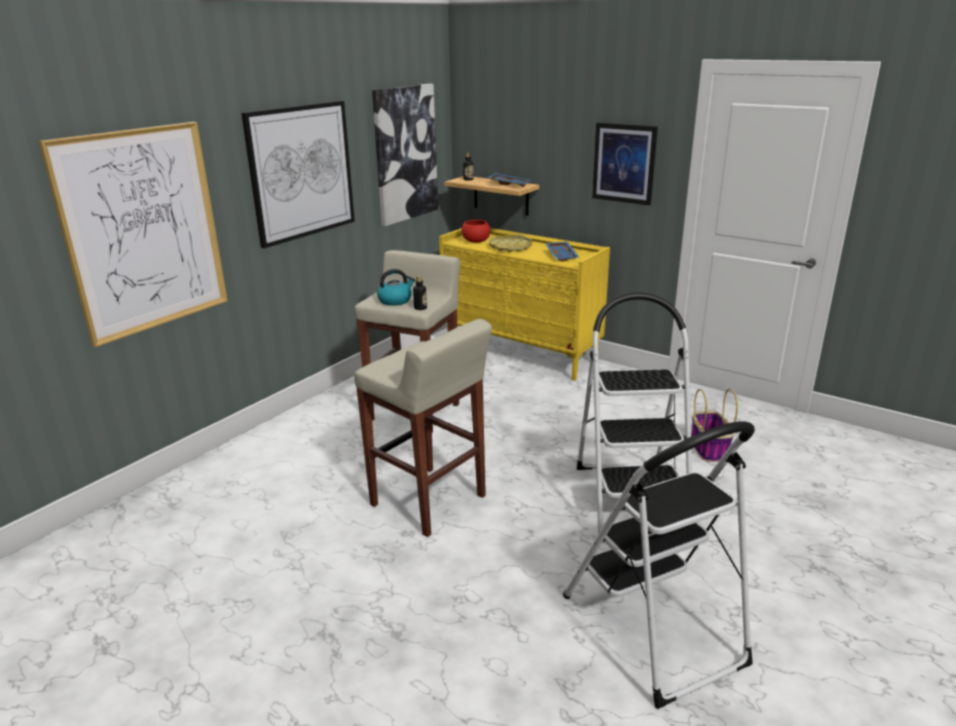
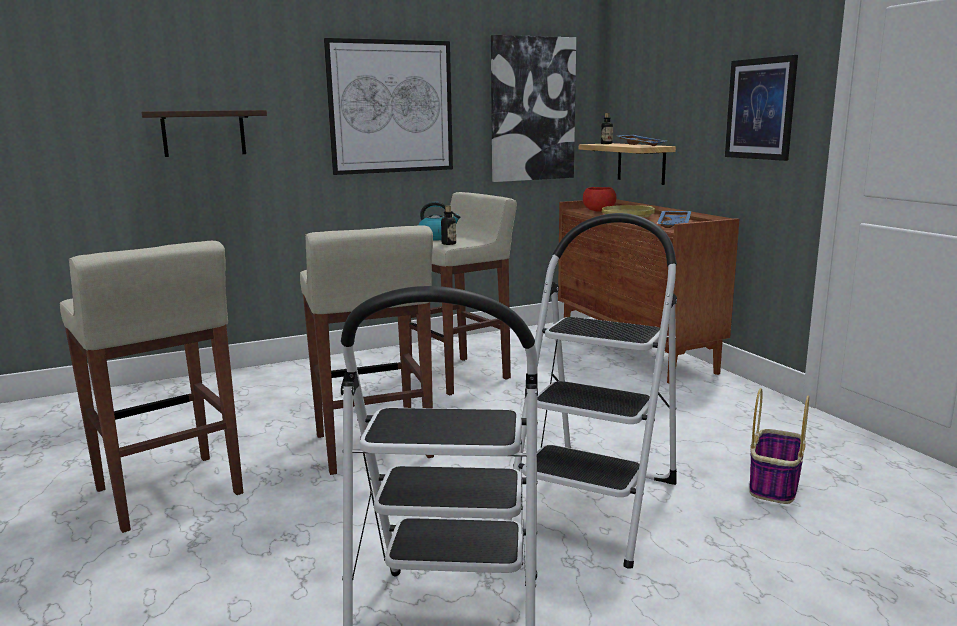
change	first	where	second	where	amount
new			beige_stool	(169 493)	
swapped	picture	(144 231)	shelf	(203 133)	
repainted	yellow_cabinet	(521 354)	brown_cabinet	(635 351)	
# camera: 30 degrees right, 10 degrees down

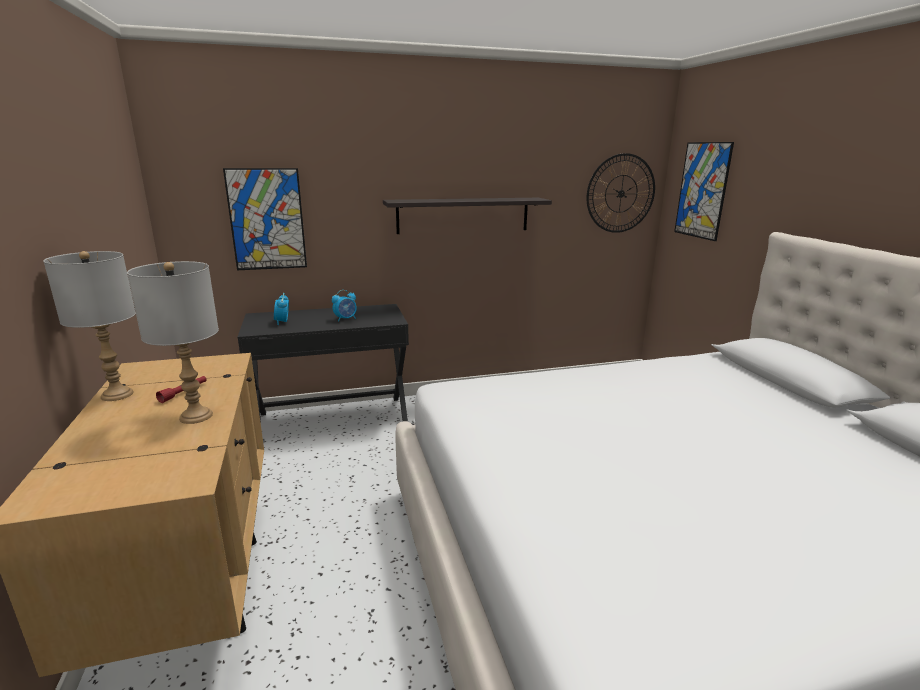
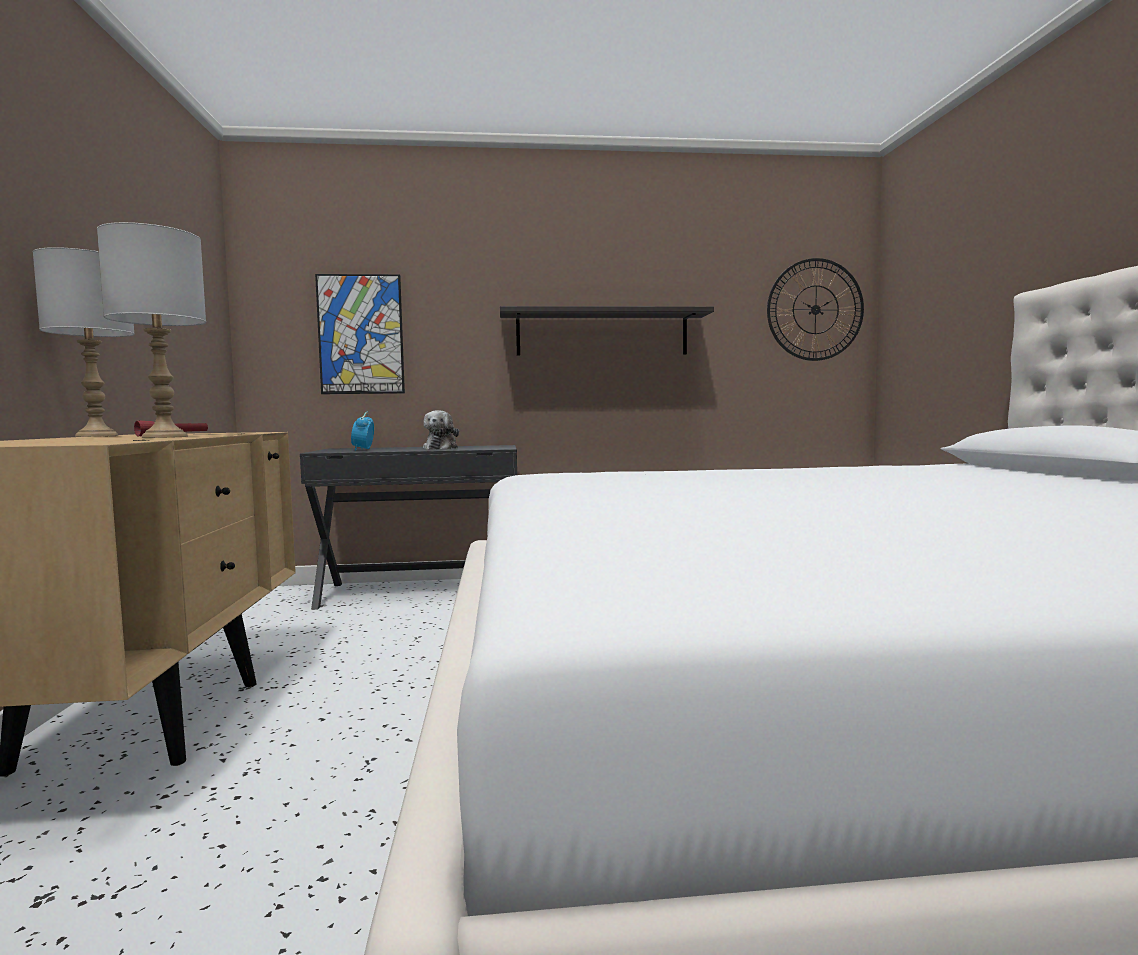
change	first	where	second	where	amount
gone	picture	(702 190)			
swapped	alarm_clock	(346 319)	plush_toy	(441 448)	
# camera: 10 degrees right, 15 degrees down

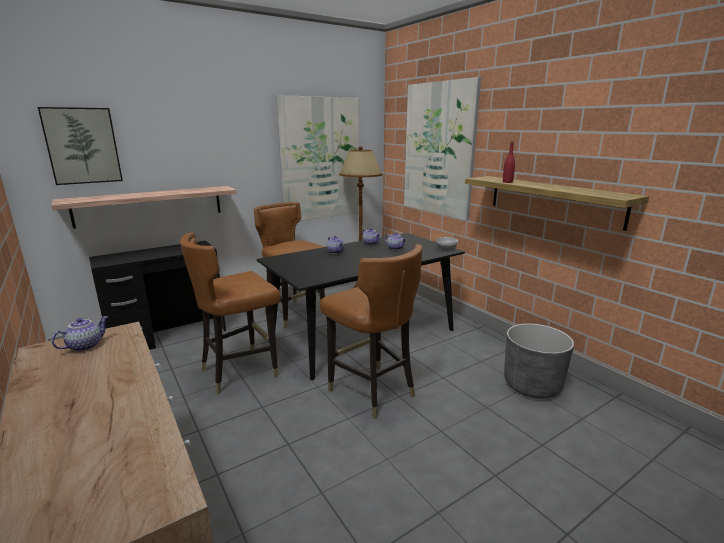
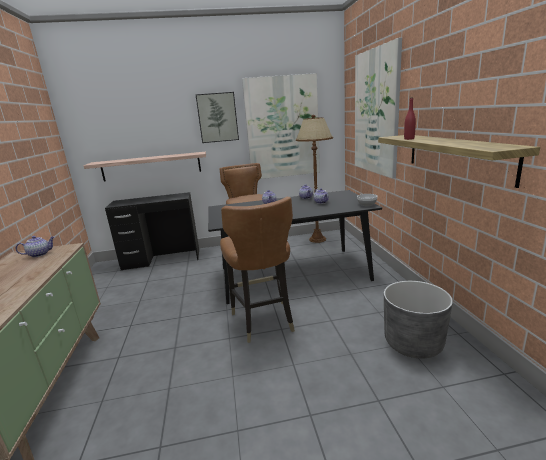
change	first	where	second	where	amount
gone	brown_chair	(240 371)			
shifted	picture	(82 146)		(217 117)	
# camera: 25 degrees right, 0 degrees up

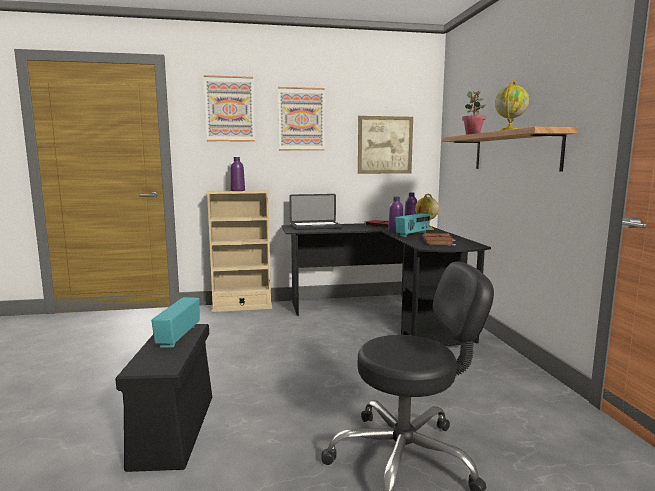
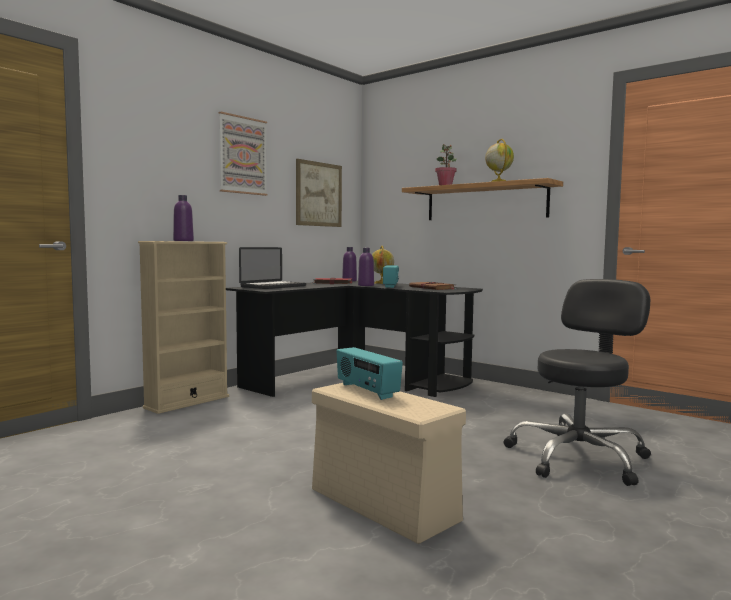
change	first	where	second	where	amount
gone	picture	(230 109)			
repainted	black_storage_box	(174 431)	beige_storage_box	(385 505)	
# camera: 40 degrees left, 5 degrees down

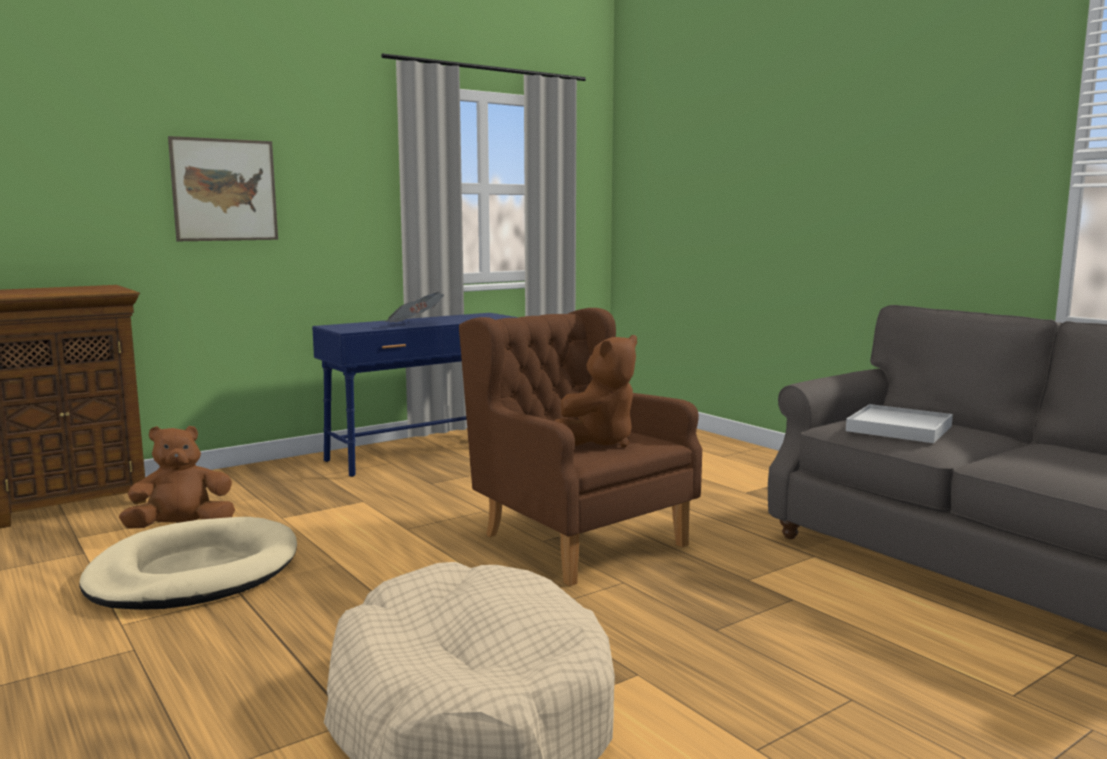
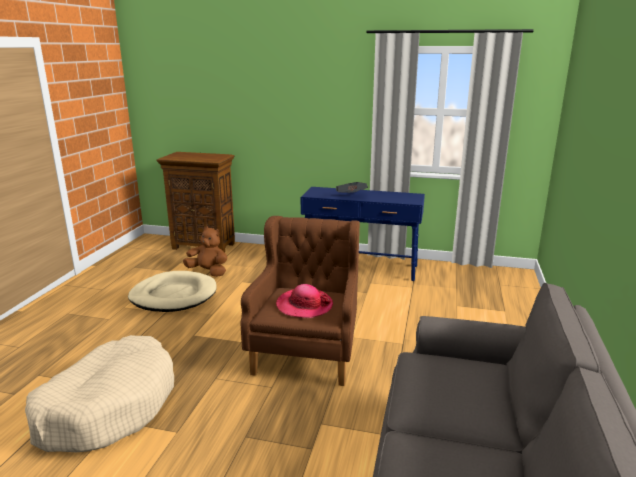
change	first	where	second	where	amount
gone	picture	(224 190)			
gone	white_tray	(899 428)			
swapped	brown_plush_toy	(598 442)	hat	(304 305)	
# camera: 50 degrees right, 10 degrees up

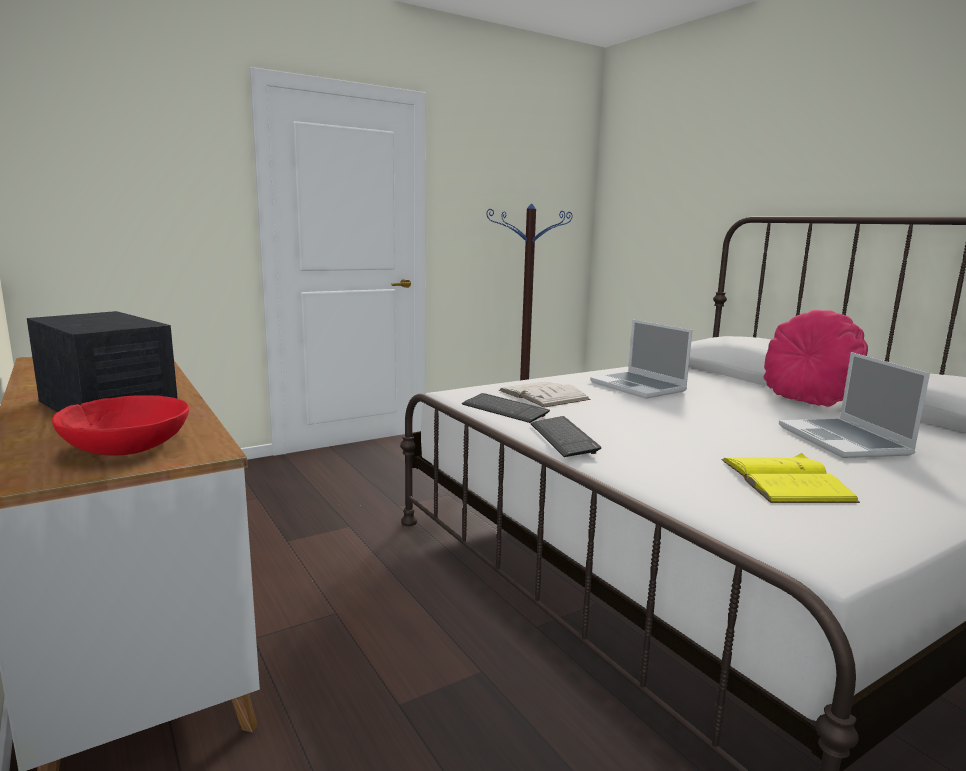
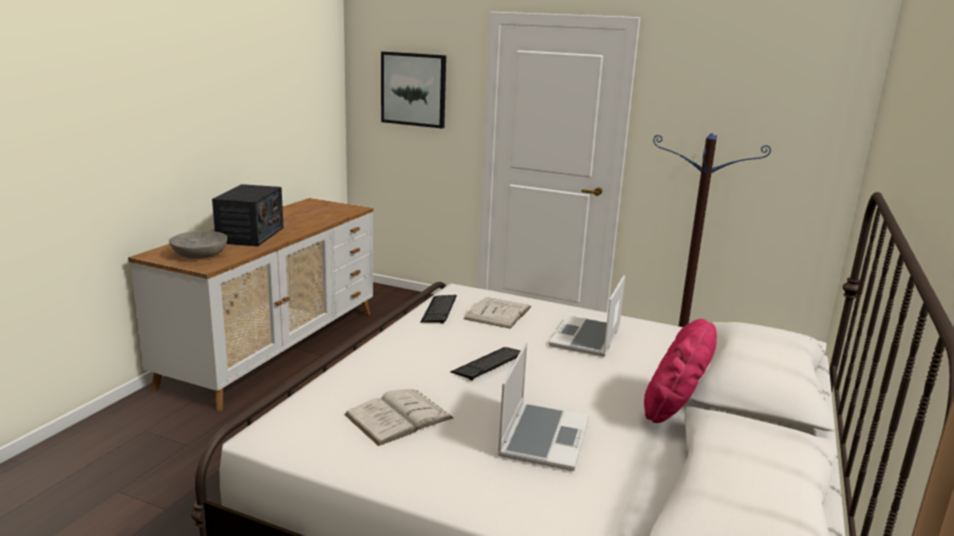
change	first	where	second	where	amount
new			picture	(414 89)	
shifted	keyboard	(563 438)		(488 364)	
repainted	red_bowl	(126 447)	grey_bowl	(199 255)	
repainted	yellow_book	(785 480)	white_book	(398 416)	
rotated	laptop	(845 441)		(543 437)	150 degrees clockwise
# camera: 55 degrees right, 5 degrees up

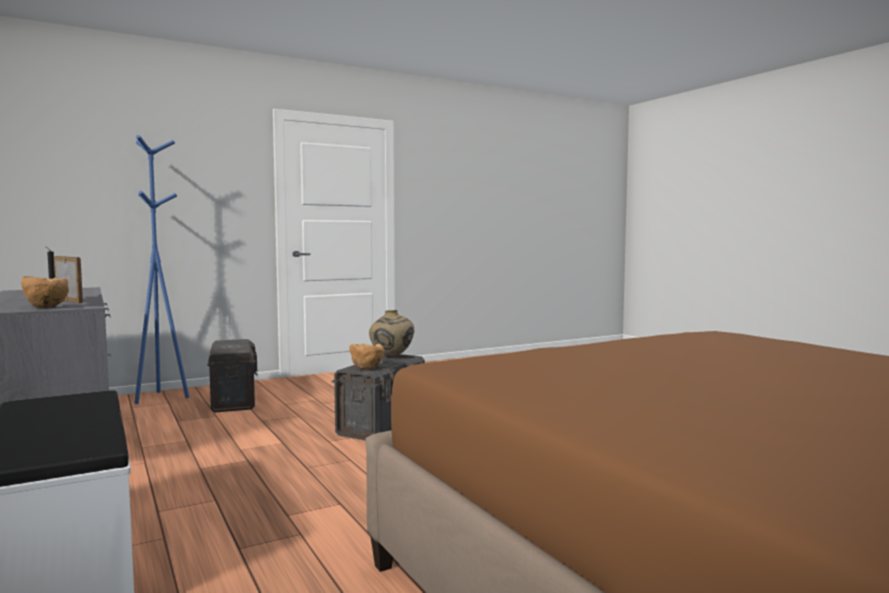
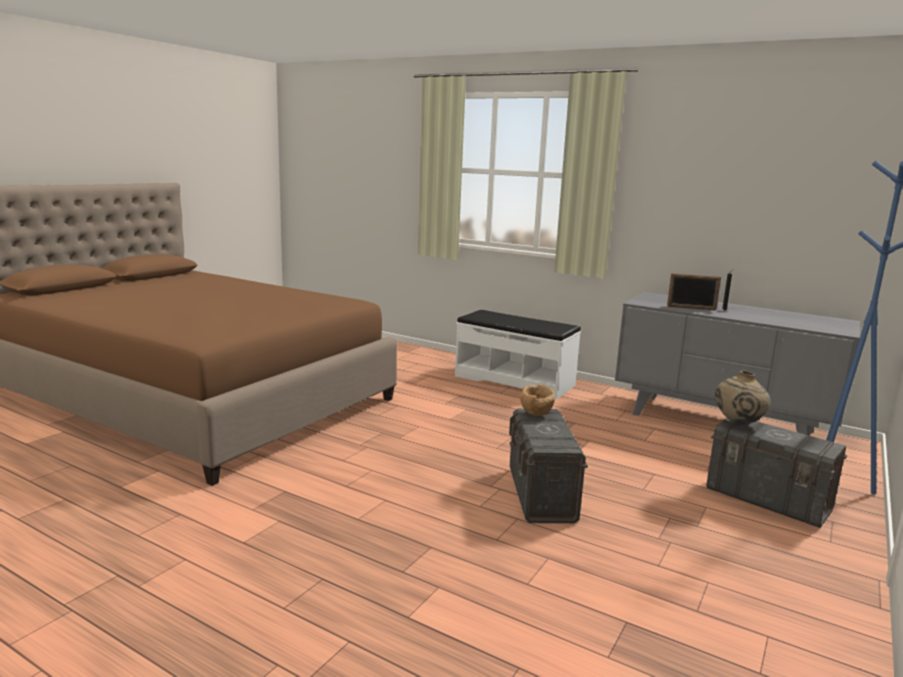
change	first	where	second	where	amount
gone	brown_bowl	(47 308)			
shifted	beige_vase	(391 357)		(737 424)	
# camera: 150 degrees right, 10 degrees up

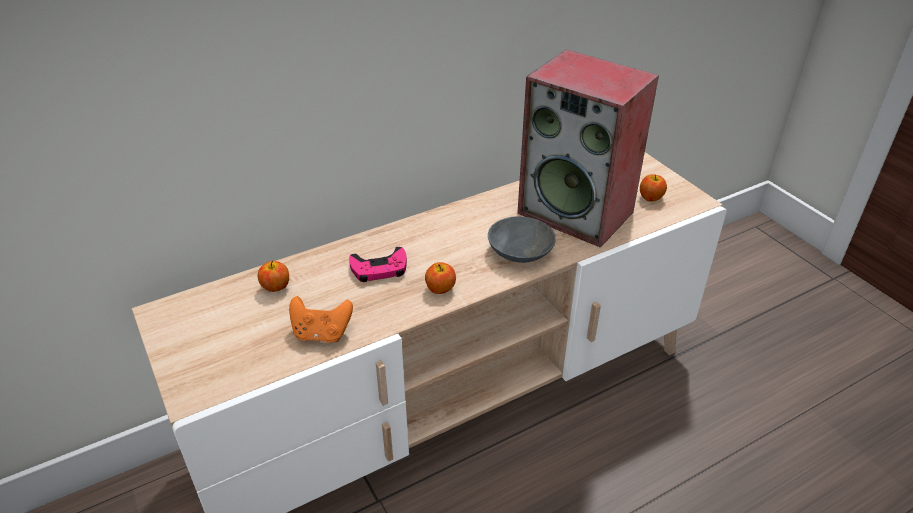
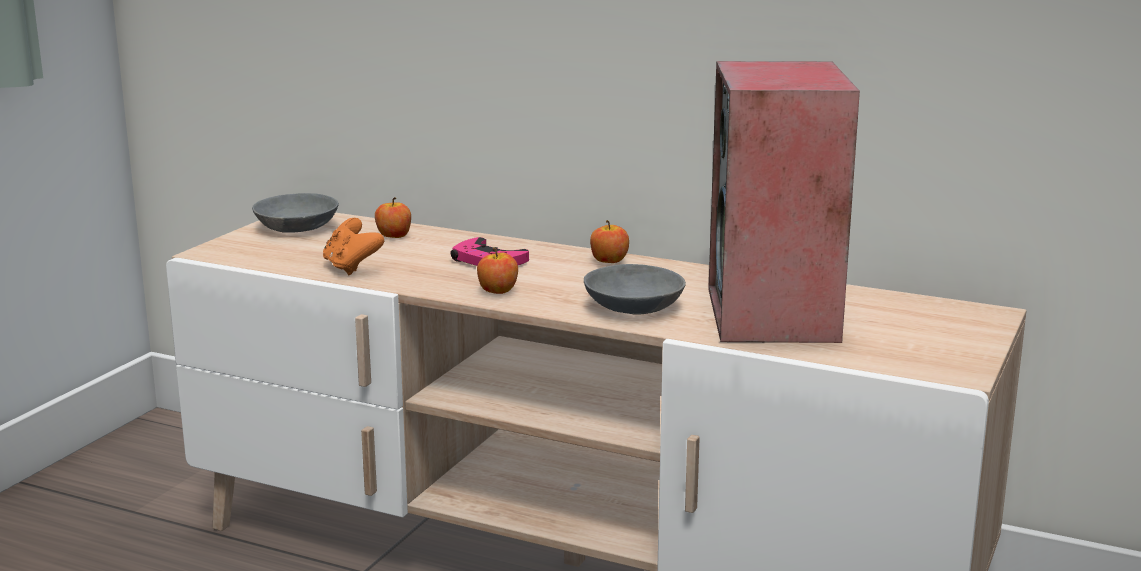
change	first	where	second	where	amount
new			grey_bowl	(295 227)	
shifted	apple	(651 198)		(609 261)	
# camera: 55 degrees right, 20 degrees down

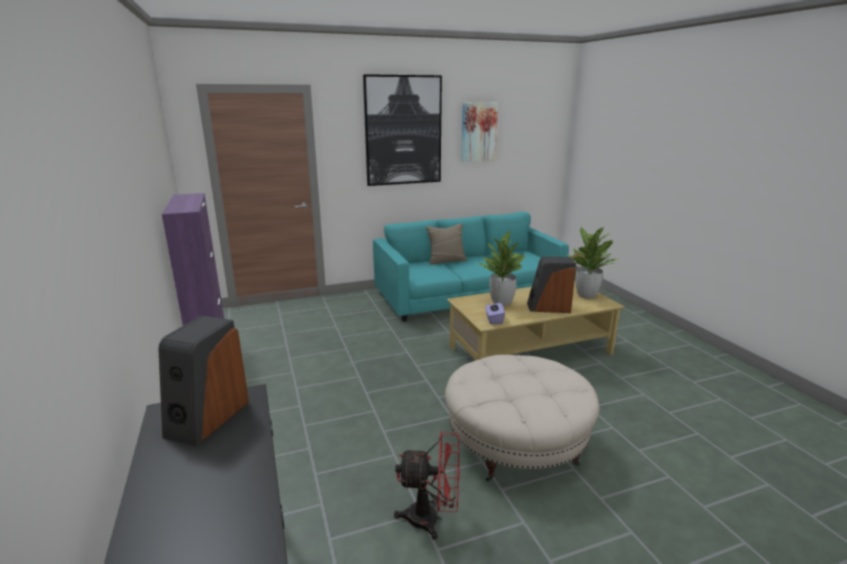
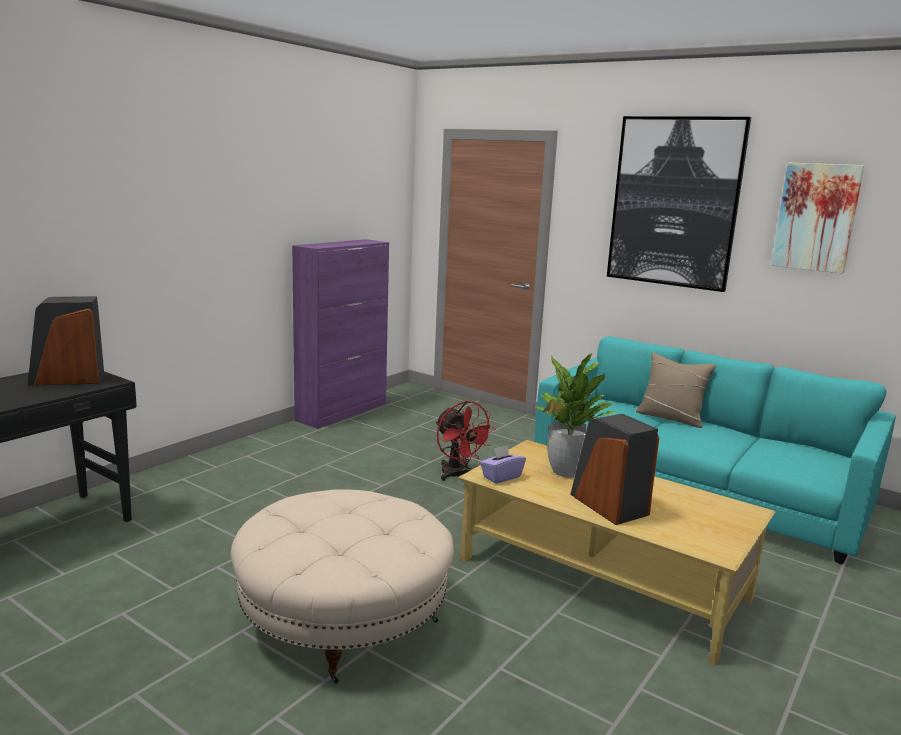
change	first	where	second	where	amount
gone	potted_plant	(586 295)			
shifted	red_fan	(432 518)		(457 475)	
# camera: 55 degrees right, 5 degrees down

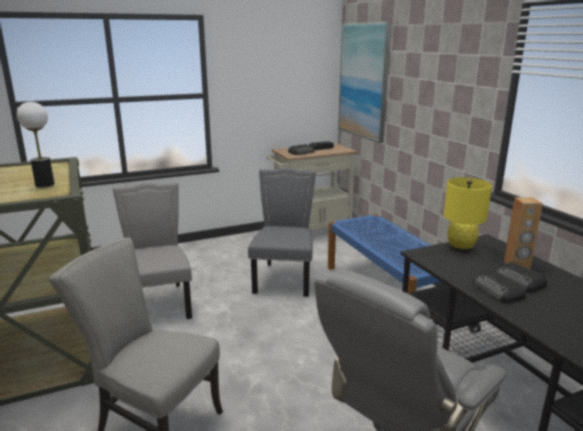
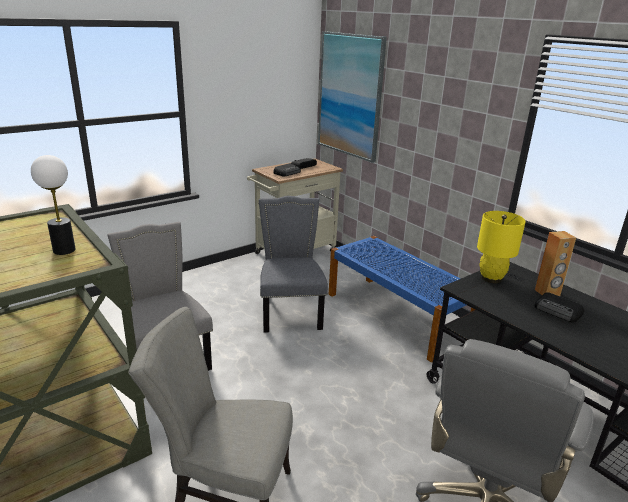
change	first	where	second	where	amount
gone	radio	(498 291)			
# camera: 15 degrees left, 5 degrees up

